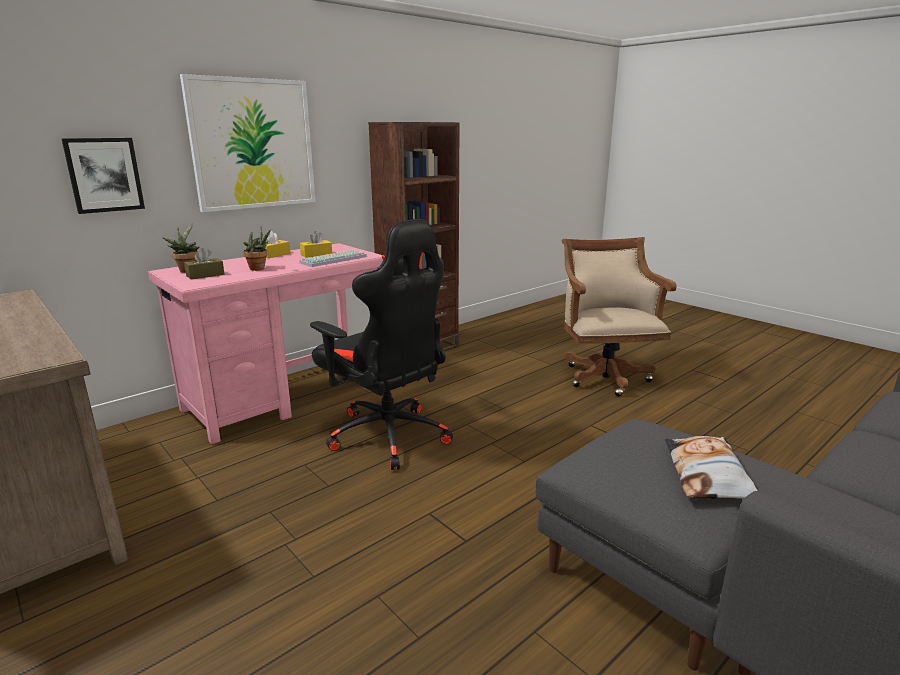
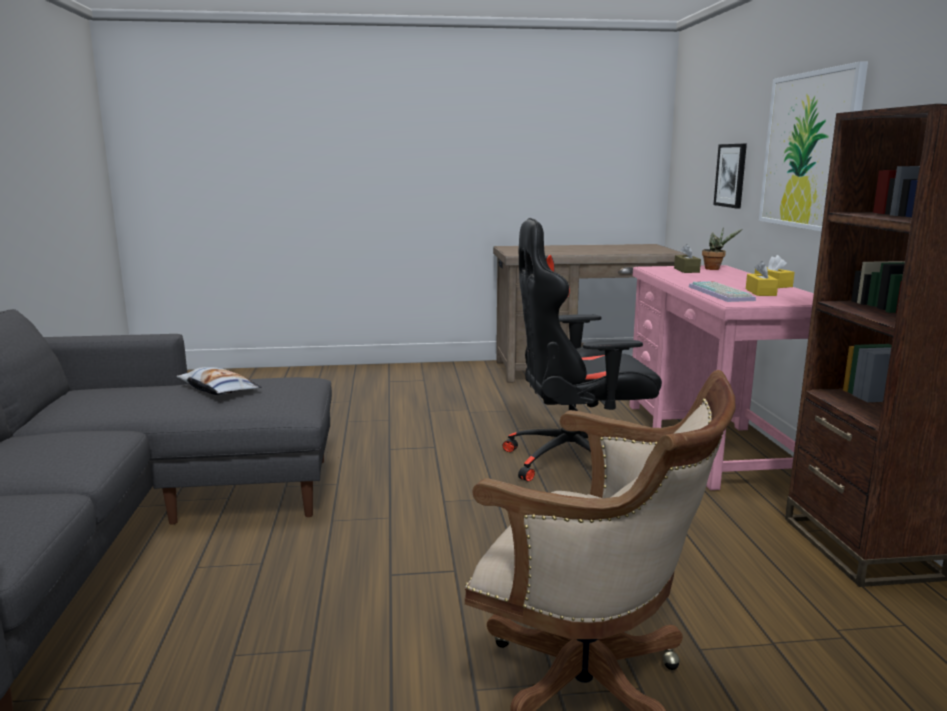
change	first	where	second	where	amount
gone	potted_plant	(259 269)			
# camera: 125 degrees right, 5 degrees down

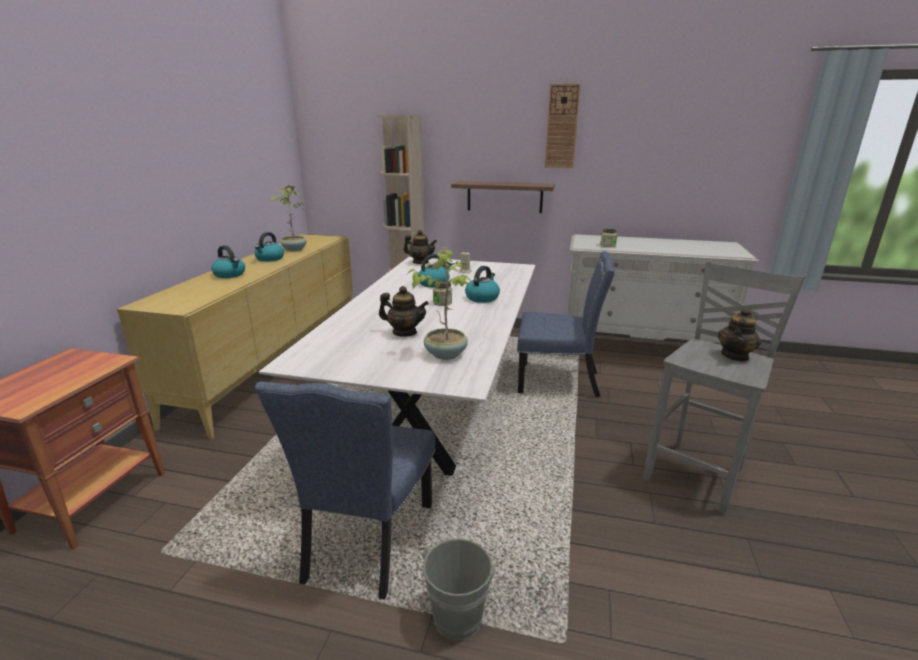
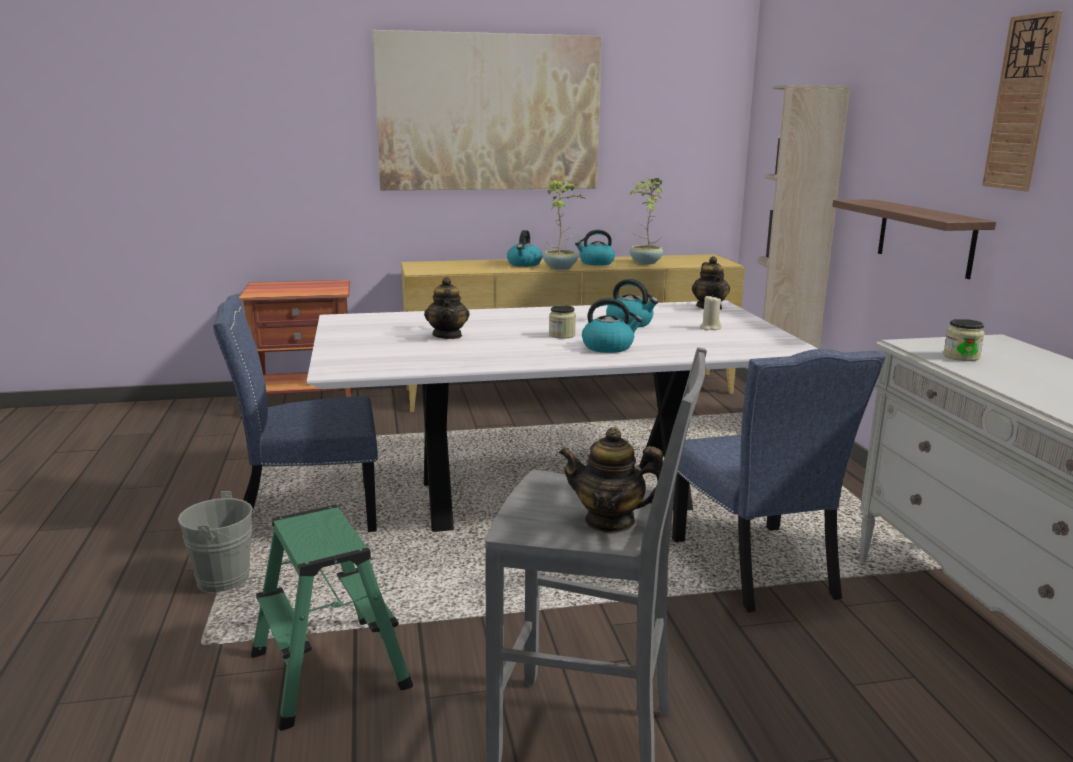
change	first	where	second	where	amount
new			green_step_ladder	(329 669)	
new			picture	(490 113)	
shifted	potted_plant	(445 354)		(561 268)	
# camera: 65 degrees right, 5 degrees down

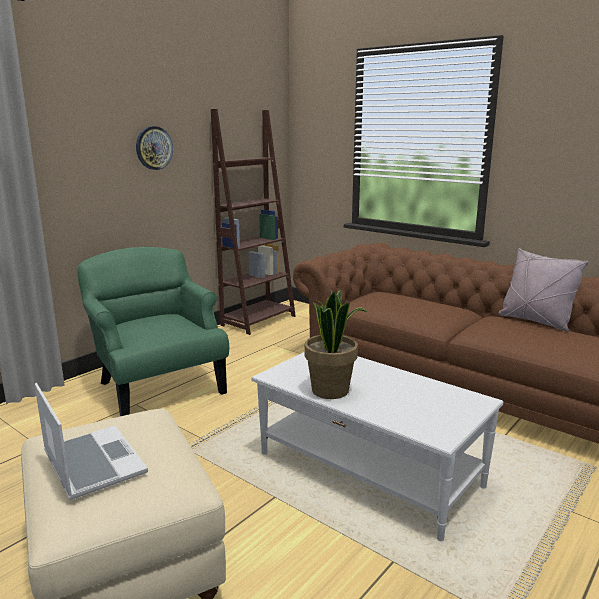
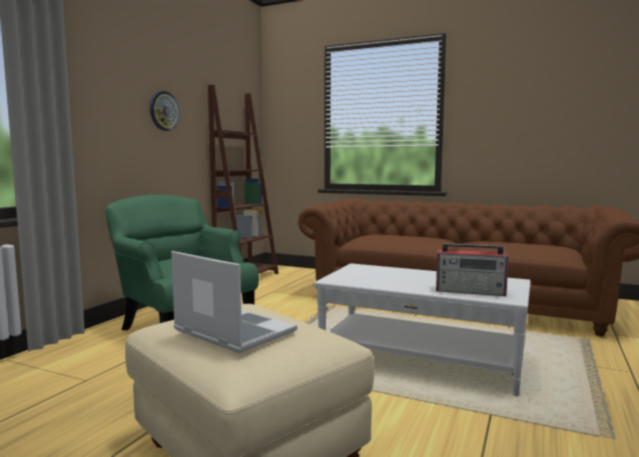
change	first	where	second	where	amount
gone	potted_plant	(331 391)			
gone	purple_pillow	(535 321)			
new			radio	(471 291)	
# camera: 15 degrees left, 10 degrees down

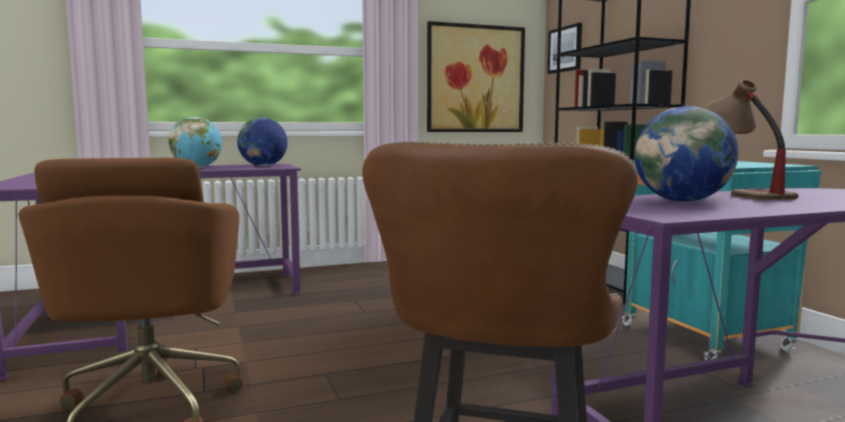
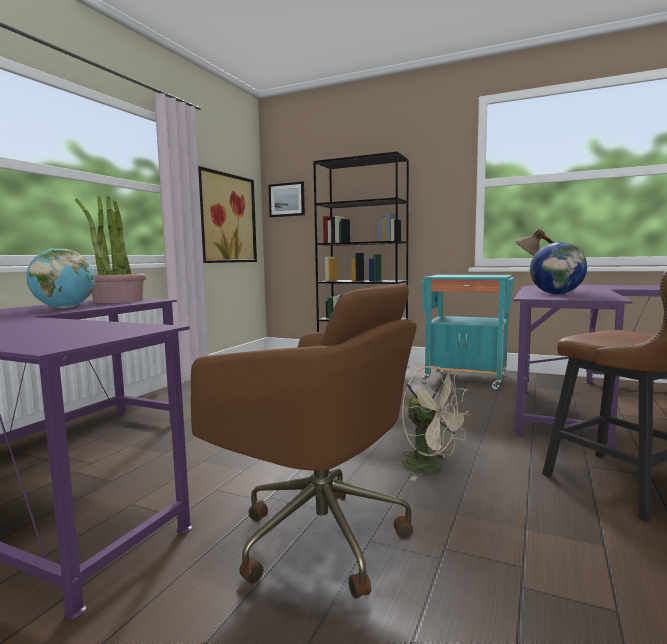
change	first	where	second	where	amount
new			beige_fan	(430 468)	
swapped	globe	(263 166)	potted_plant	(118 301)	
# camera: 45 degrees left, 0 degrees up

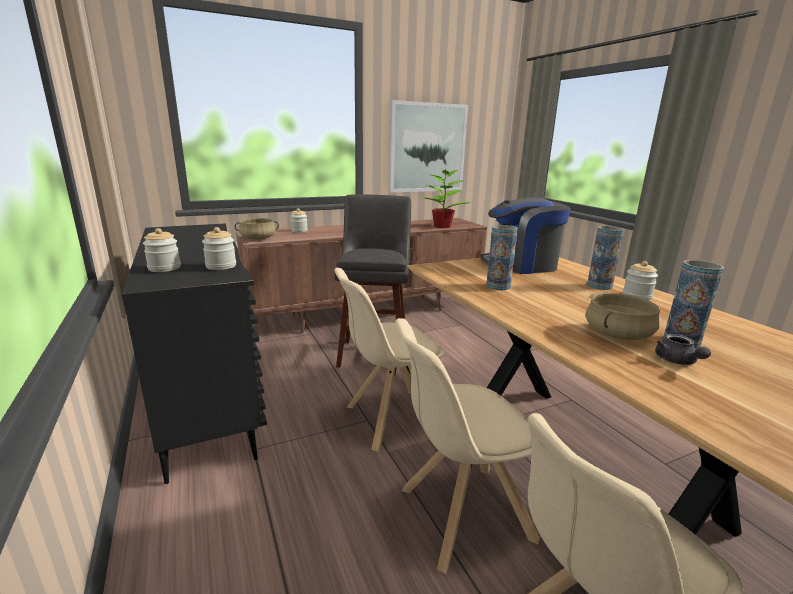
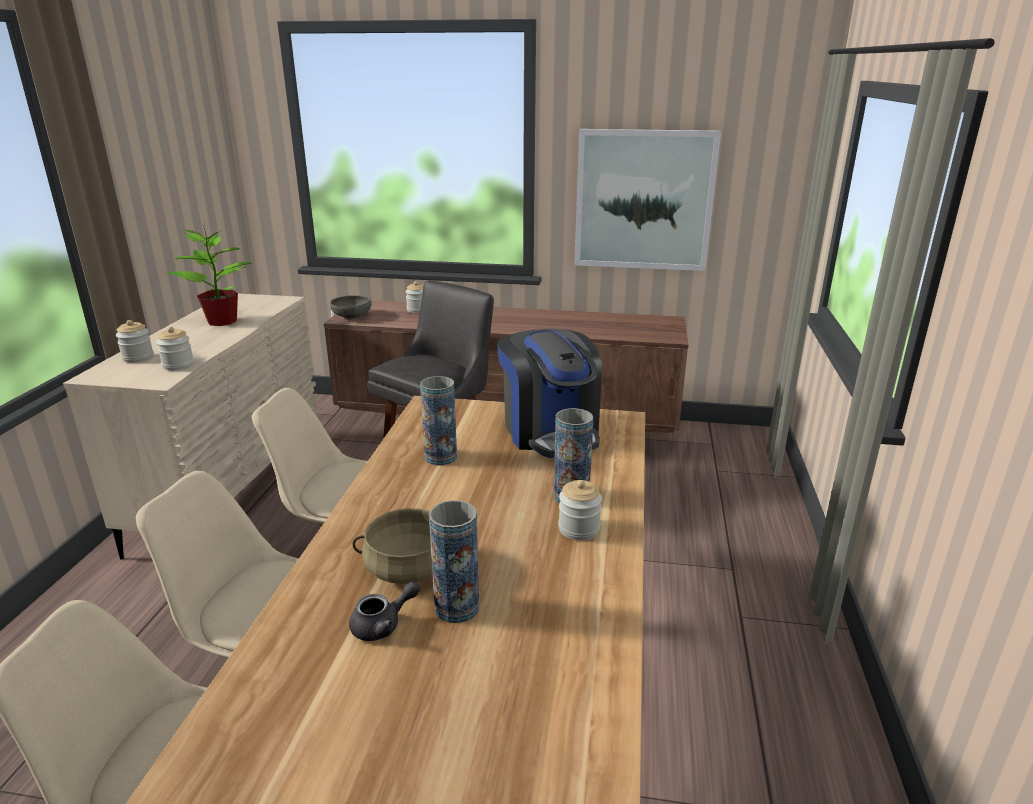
change	first	where	second	where	amount
shifted	potted_plant	(442 226)		(223 321)	
swapped	beige_cooking_pot	(258 239)	grey_bowl	(352 316)	
repainted	black_dresser	(208 398)	beige_dresser	(232 490)	
rotated	coffee_machine	(521 265)		(550 431)	135 degrees counterclockwise
rotated	grey_teapot	(677 361)		(383 625)	150 degrees counterclockwise
# camera: 35 degrees right, 5 degrees up

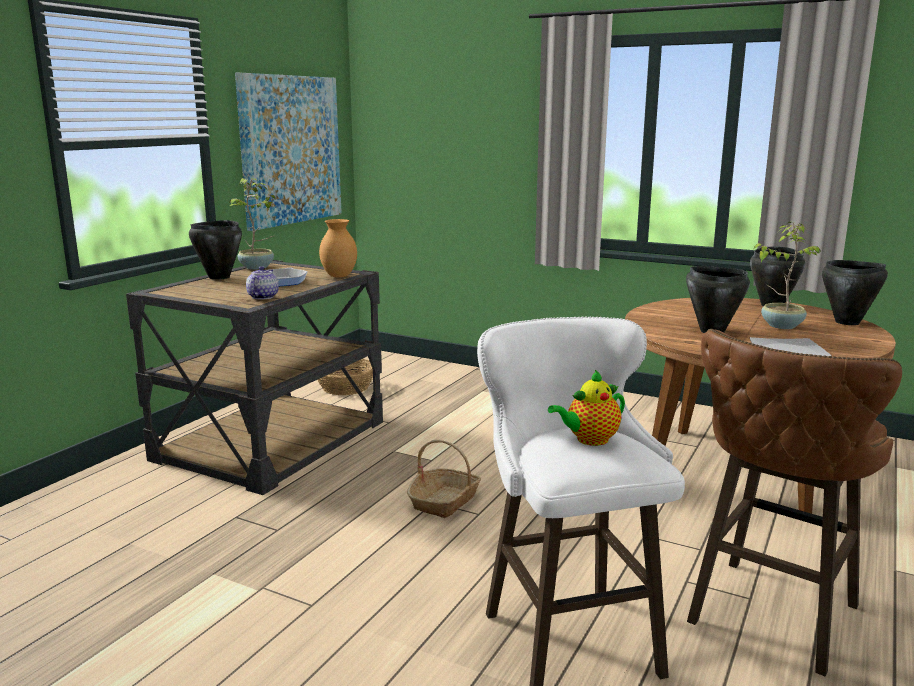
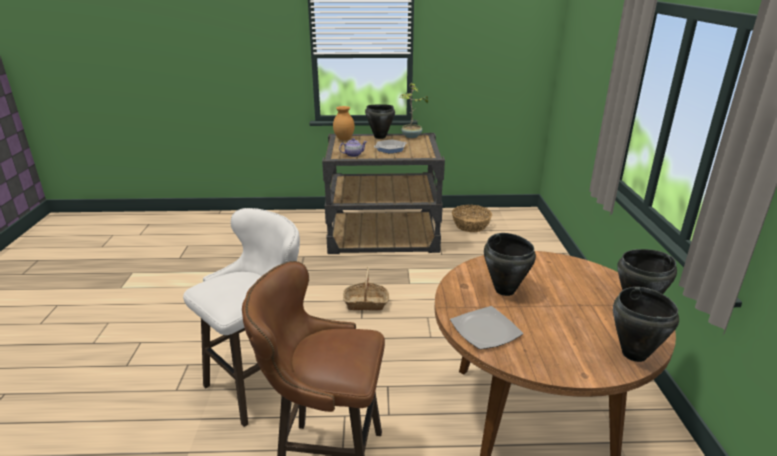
change	first	where	second	where	amount
gone	picture	(291 150)			
gone	teapot	(589 440)			
gone	potted_plant	(781 325)			
shifted	brown_vase	(339 276)		(344 139)	
# camera: 60 degrees right, 10 degrees up

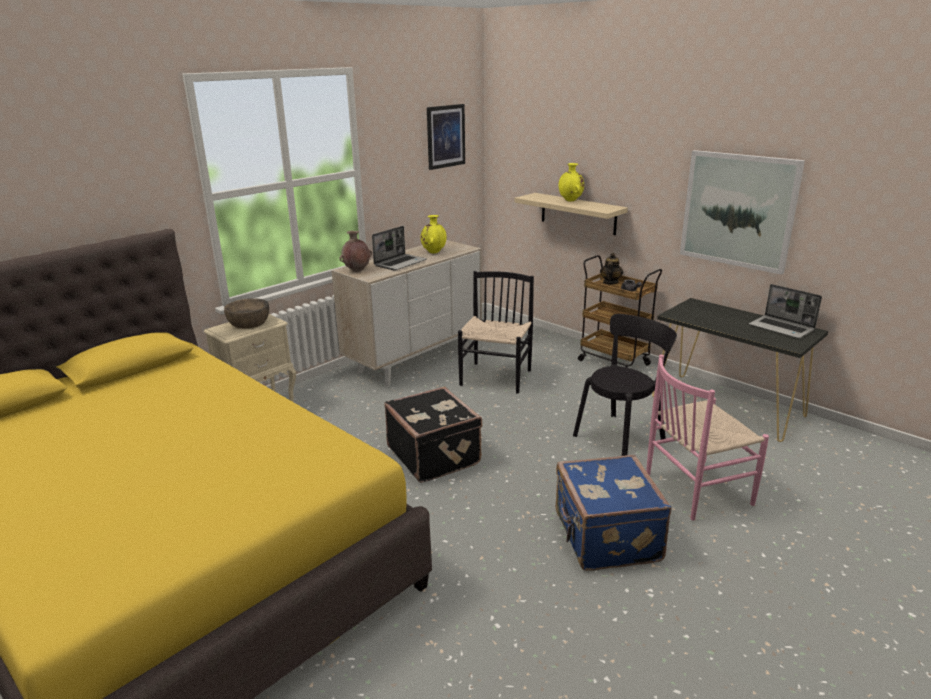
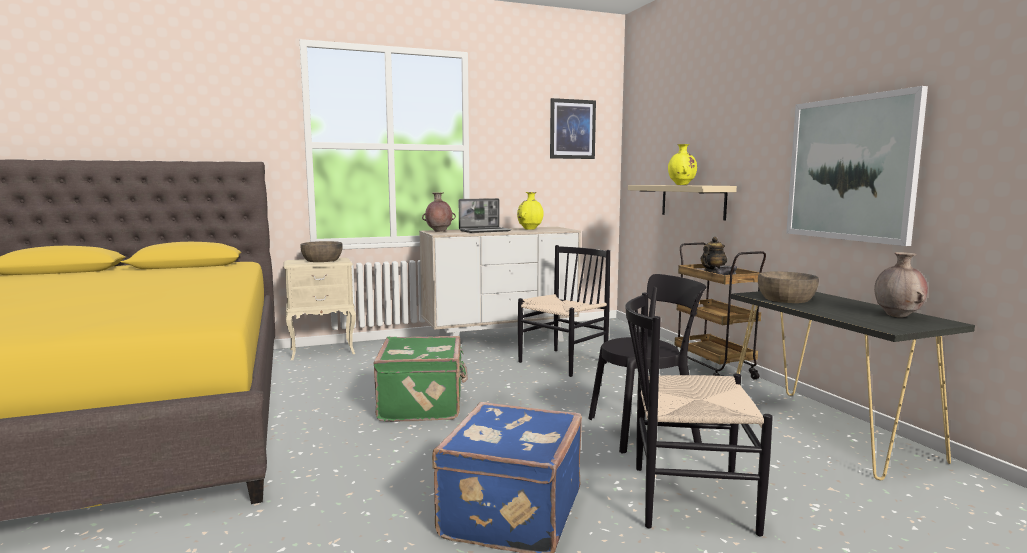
change	first	where	second	where	amount
new			brown_bowl	(786 299)	
swapped	laptop	(782 328)	brown_vase	(898 316)	
repainted	black_suitcase	(434 455)	green_suitcase	(423 405)	
repainted	pink_chair	(693 490)	black_chair	(685 499)	
# camera: 25 degrees right, 15 degrees down

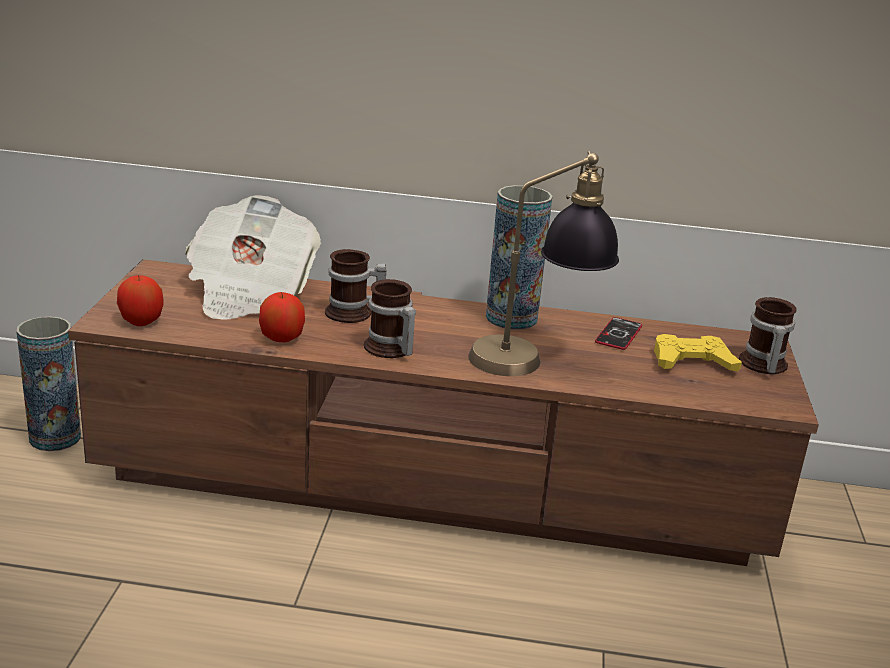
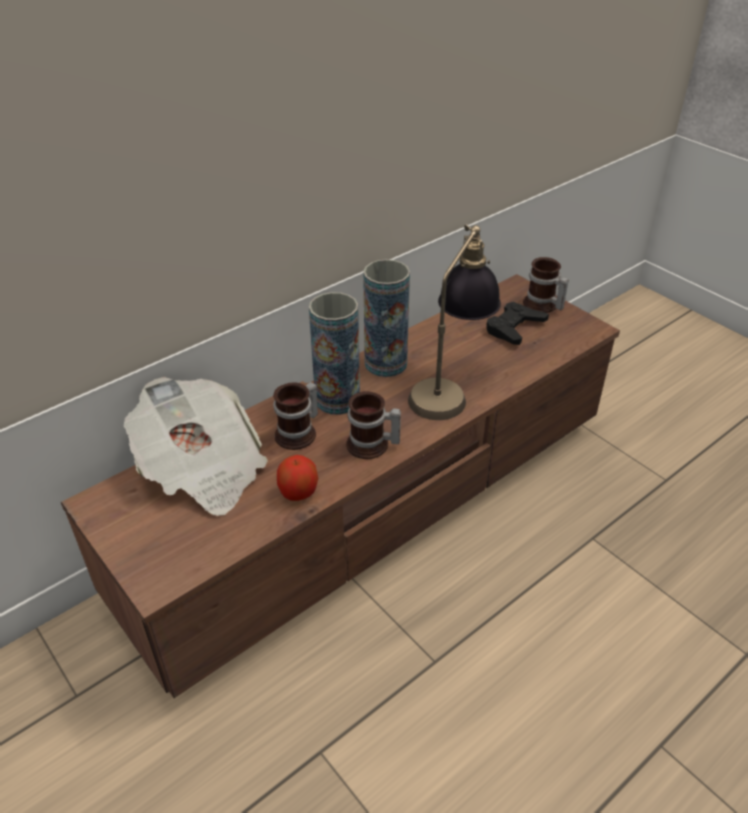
change	first	where	second	where	amount
gone	apple	(141 321)			
gone	phone	(618 335)			
shifted	vase	(55 437)		(337 400)	
repainted	yellow_game_controller	(692 362)	black_game_controller	(514 328)	
# camera: 45 degrees left, 15 degrees up

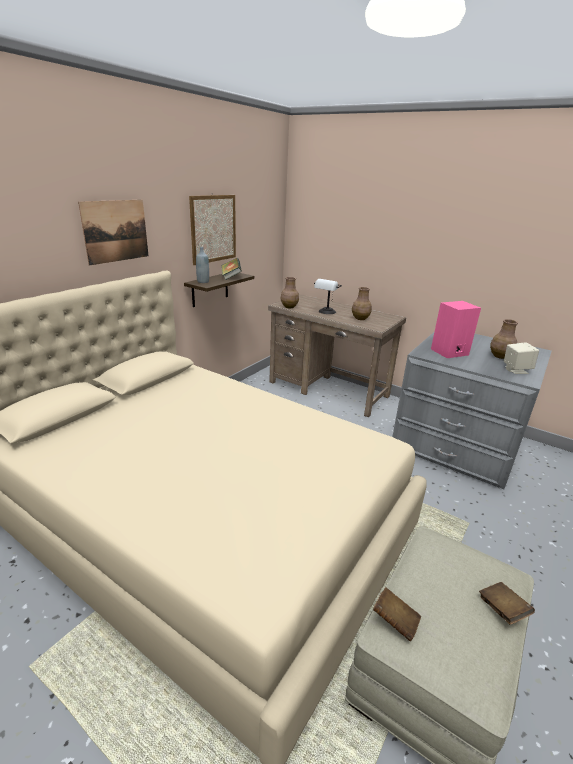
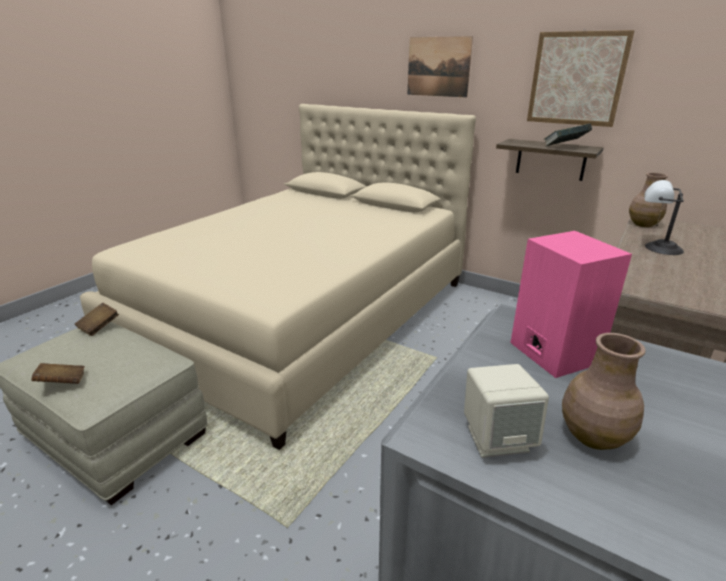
change	first	where	second	where	amount
gone	grey_bottle	(203 281)			
gone	brown_vase	(360 318)			
# camera: 90 degrees right, 0 degrees up

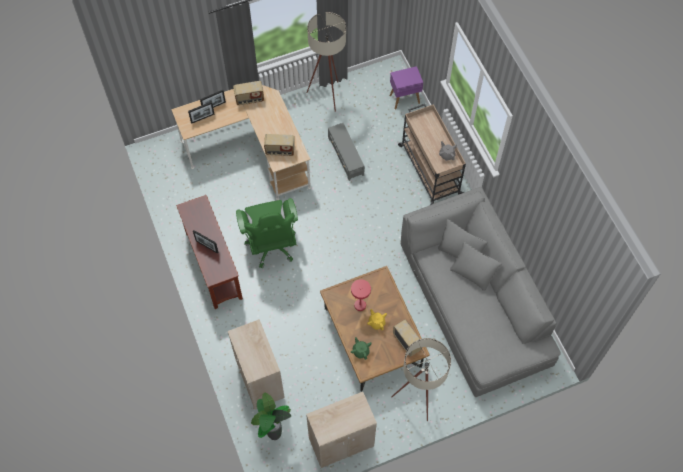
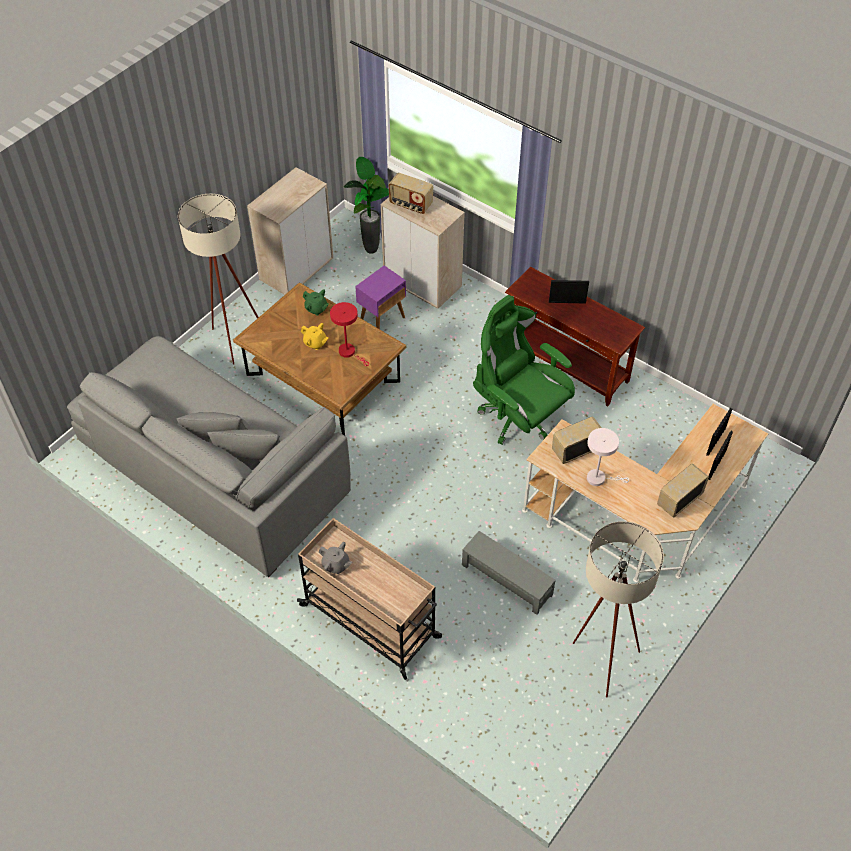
change	first	where	second	where	amount
new			white_table_lamp	(599 478)	
shifted	purple_side_table	(404 99)		(382 320)	
shifted	radio	(407 342)		(410 205)	
# camera: 150 degrees right, 10 degrees down

